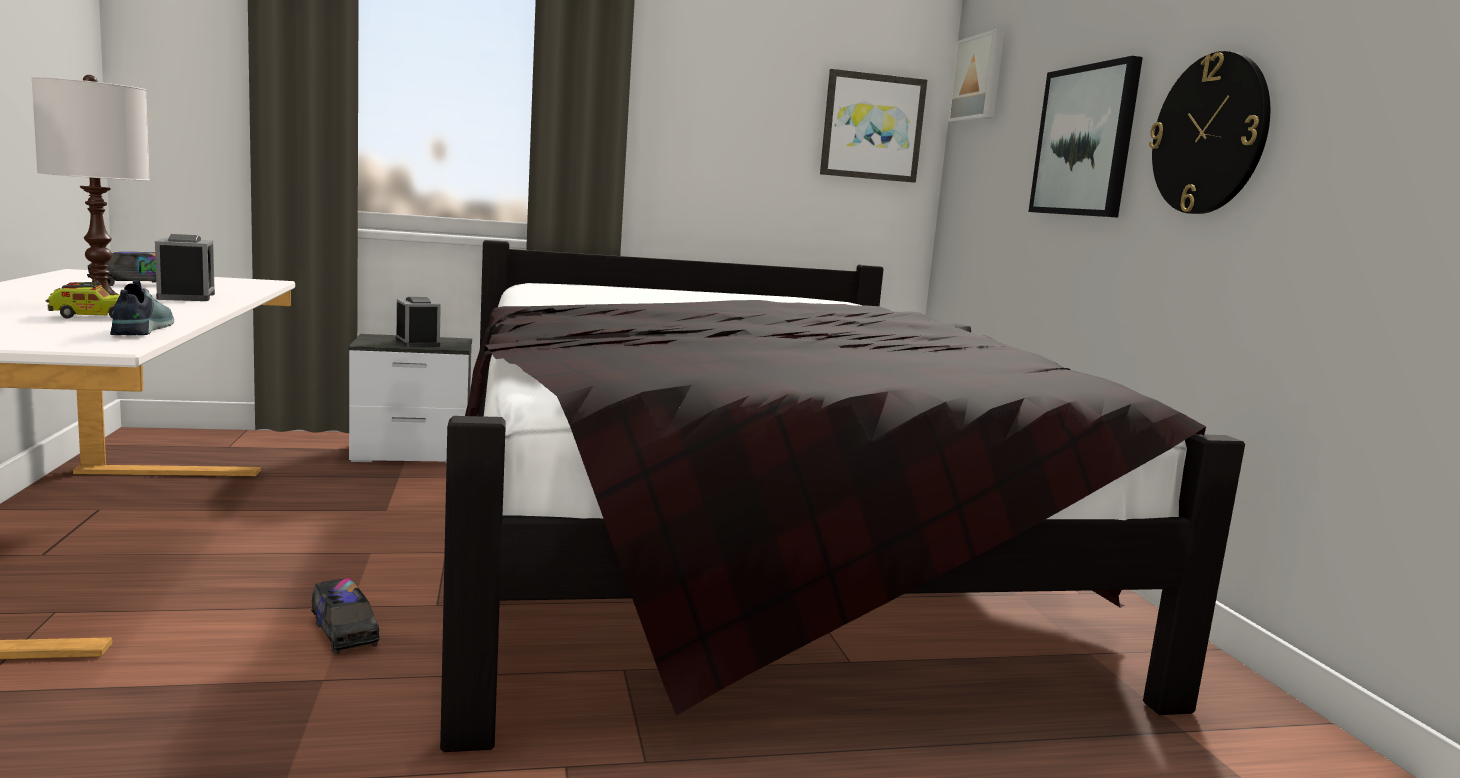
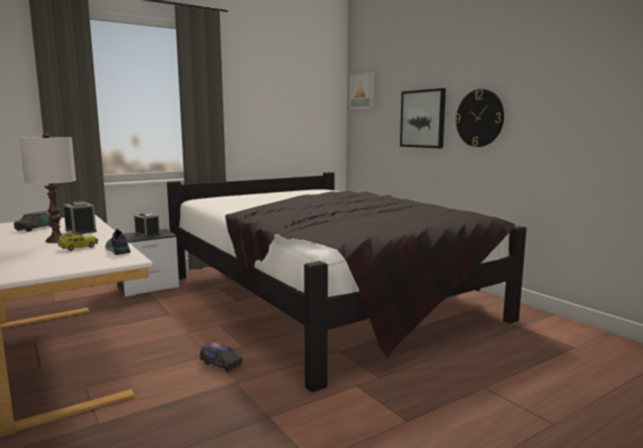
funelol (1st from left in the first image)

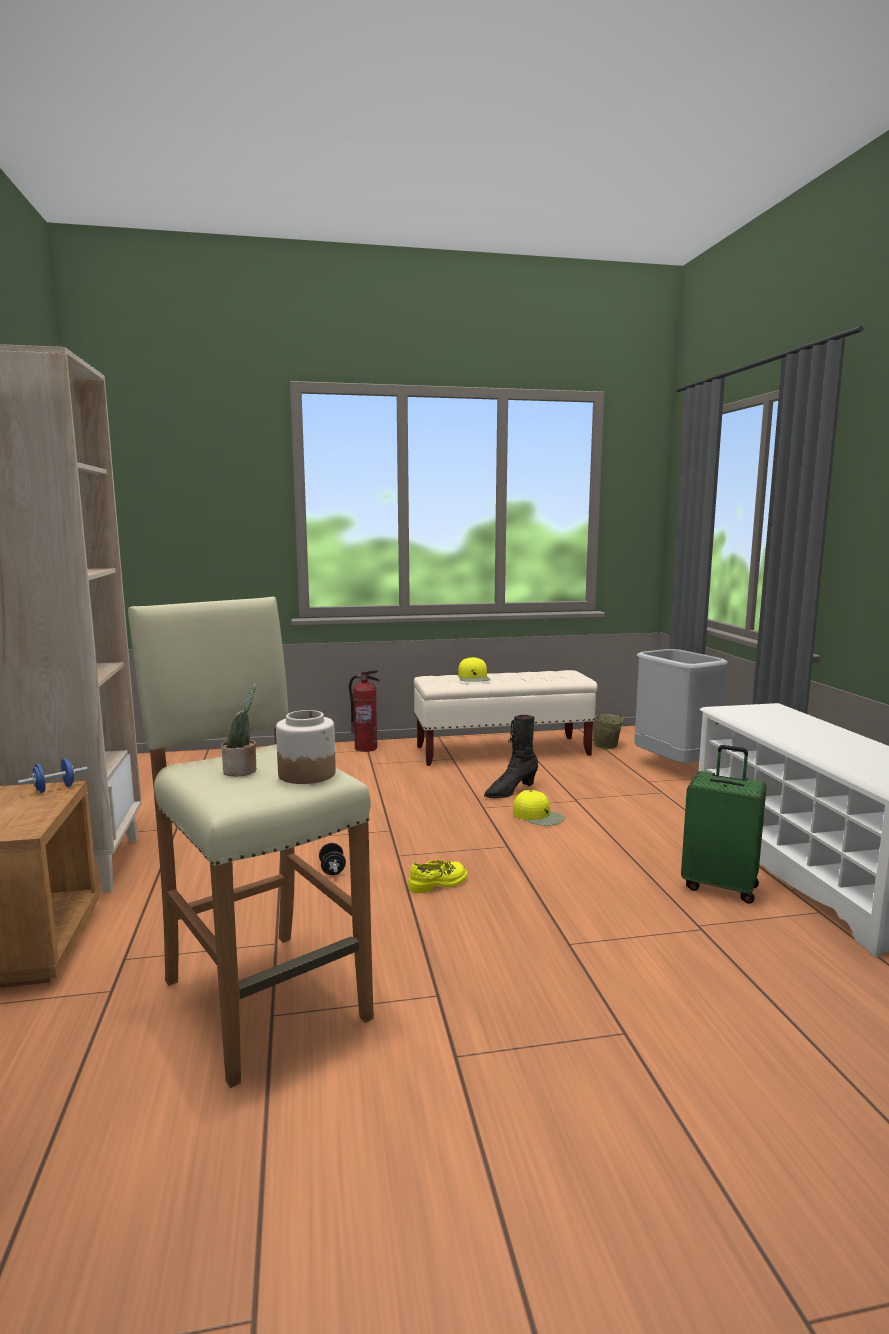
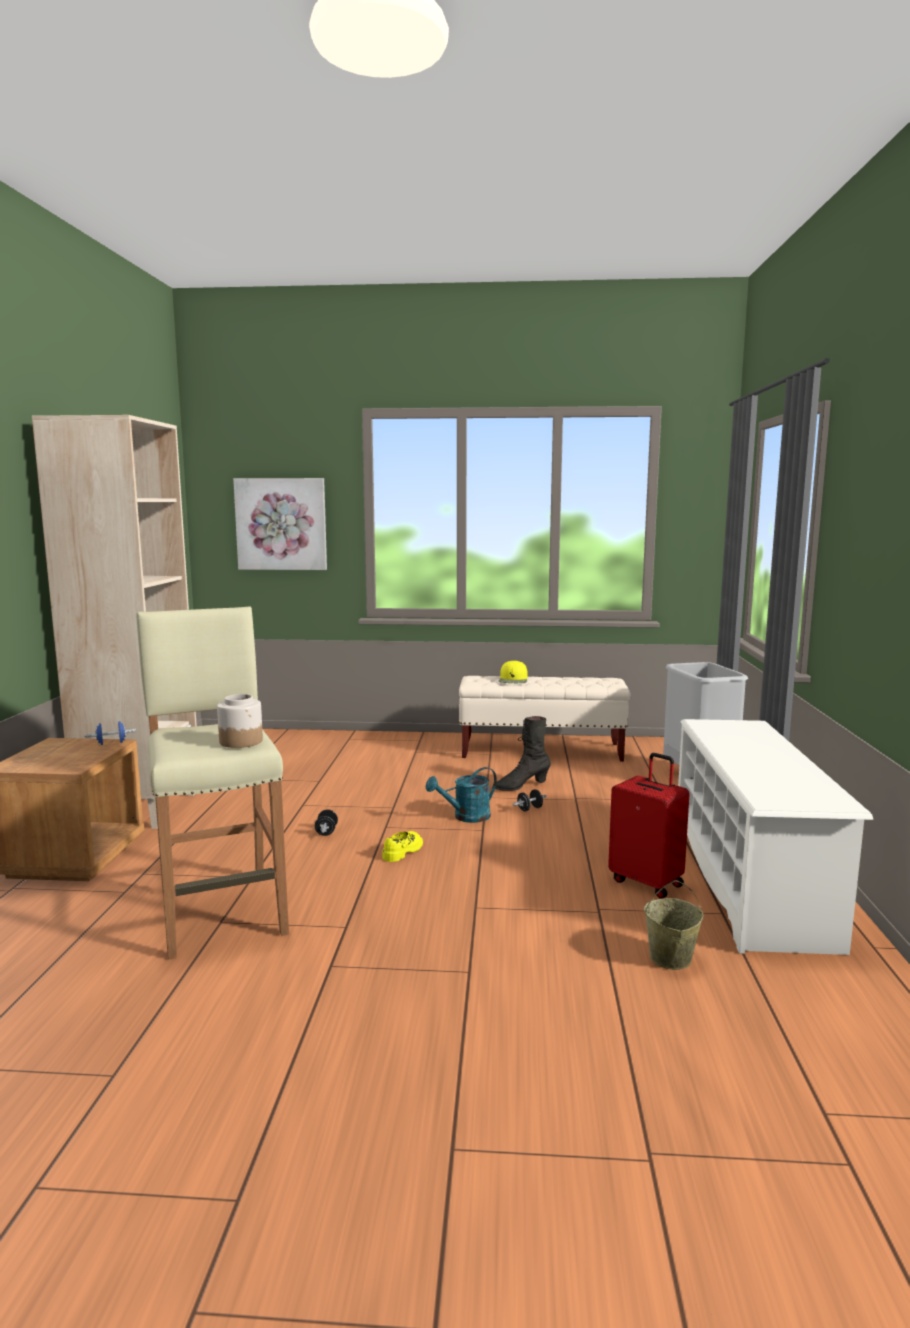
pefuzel
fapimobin
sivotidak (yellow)
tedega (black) (2nd from left)
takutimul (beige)
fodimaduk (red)
funelol
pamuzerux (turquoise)

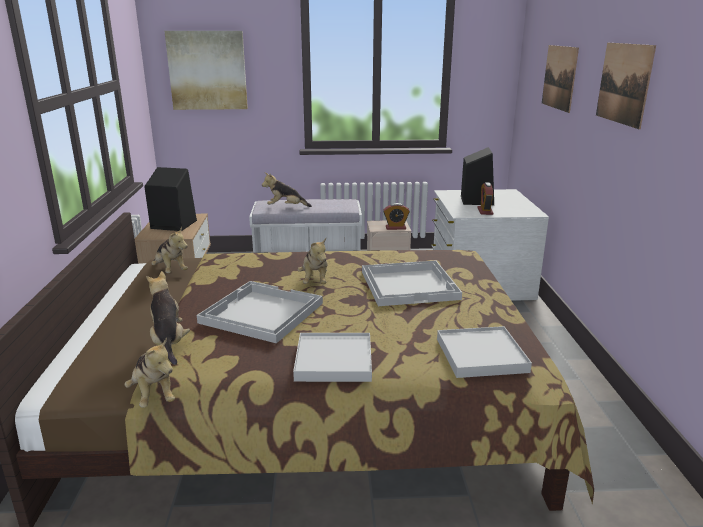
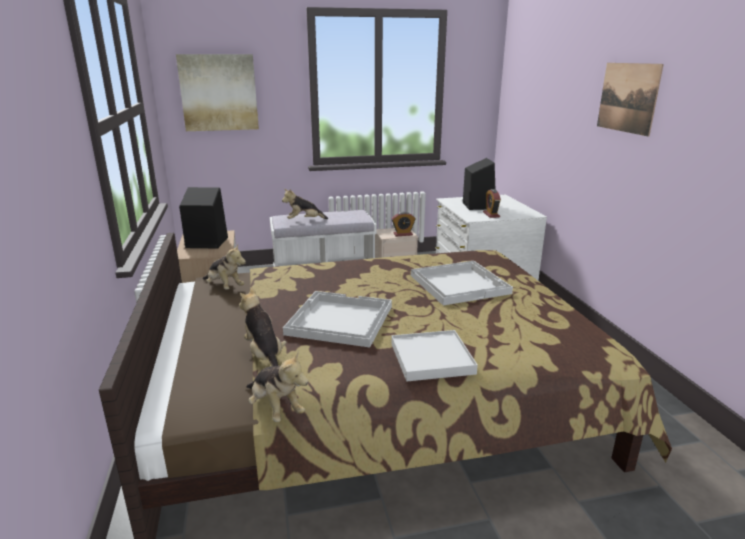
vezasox (5th from left in the first image)
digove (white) (4th from left in the first image)
funelol (2nd from left in the first image)

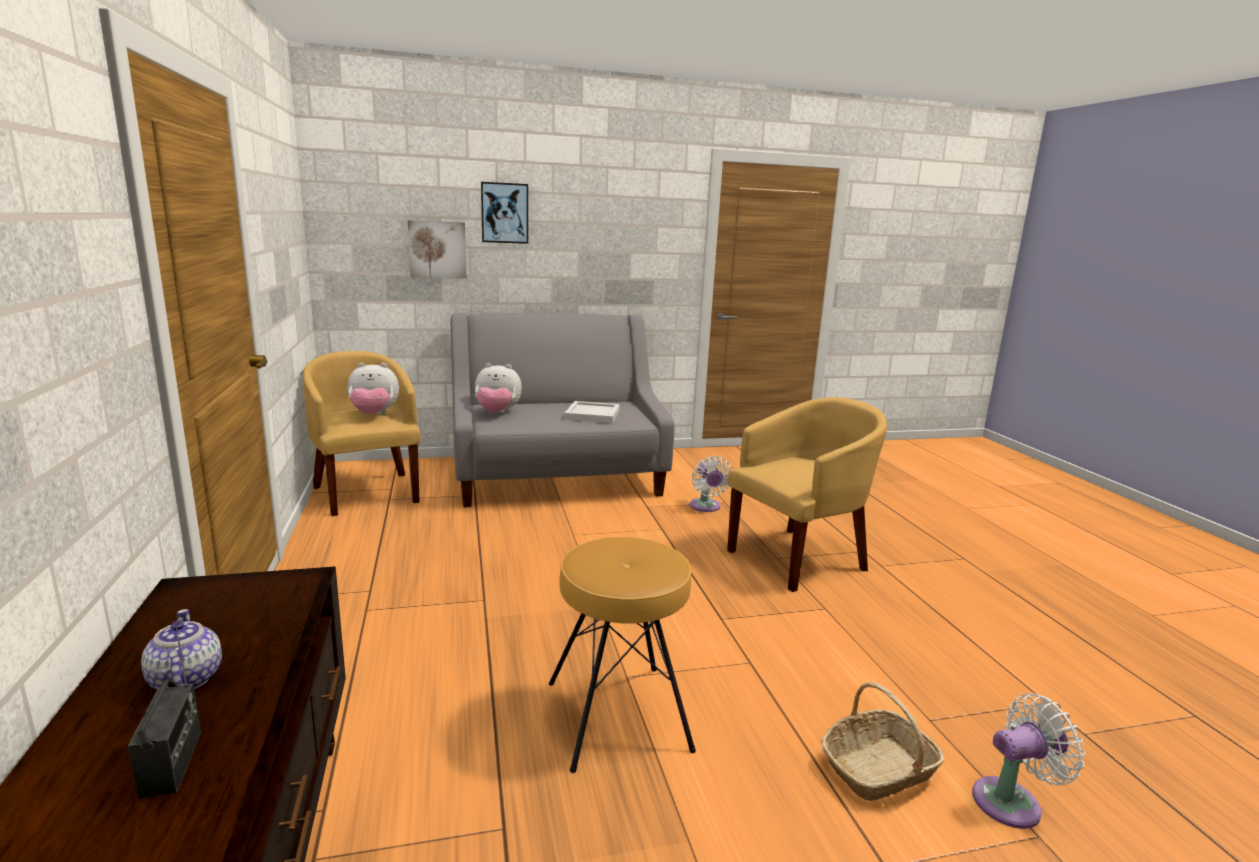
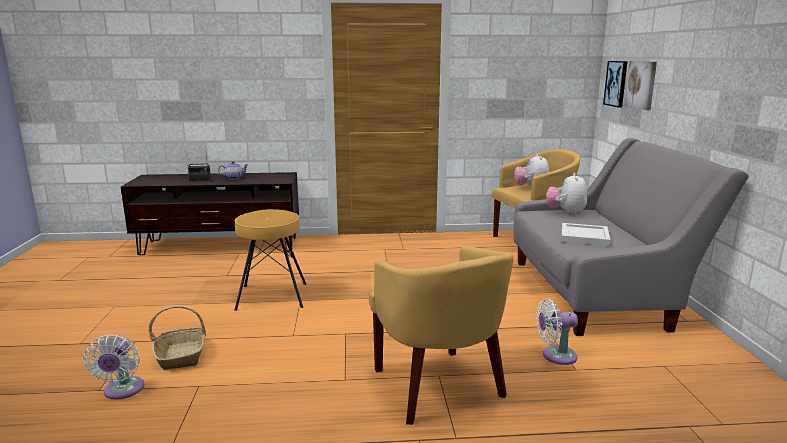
funelol (1st from left)

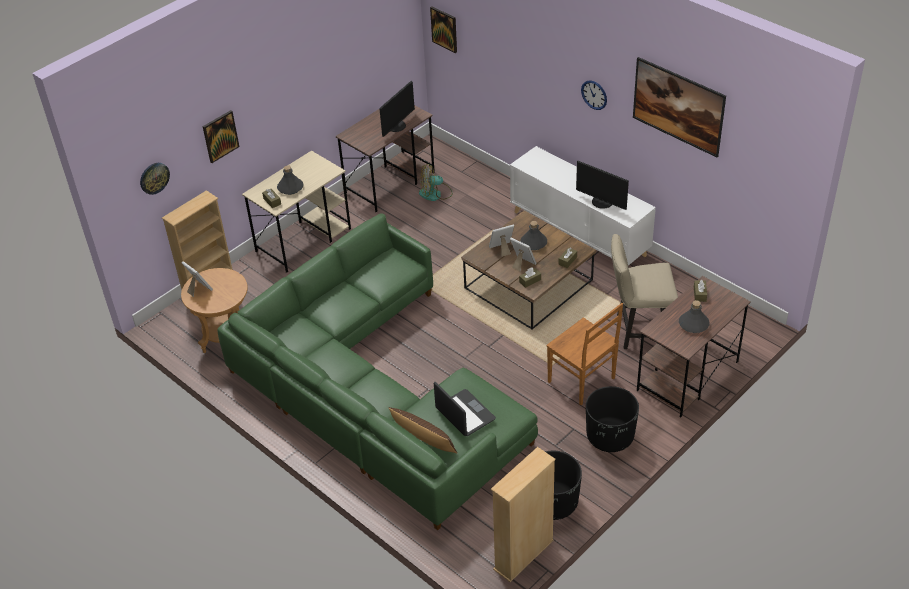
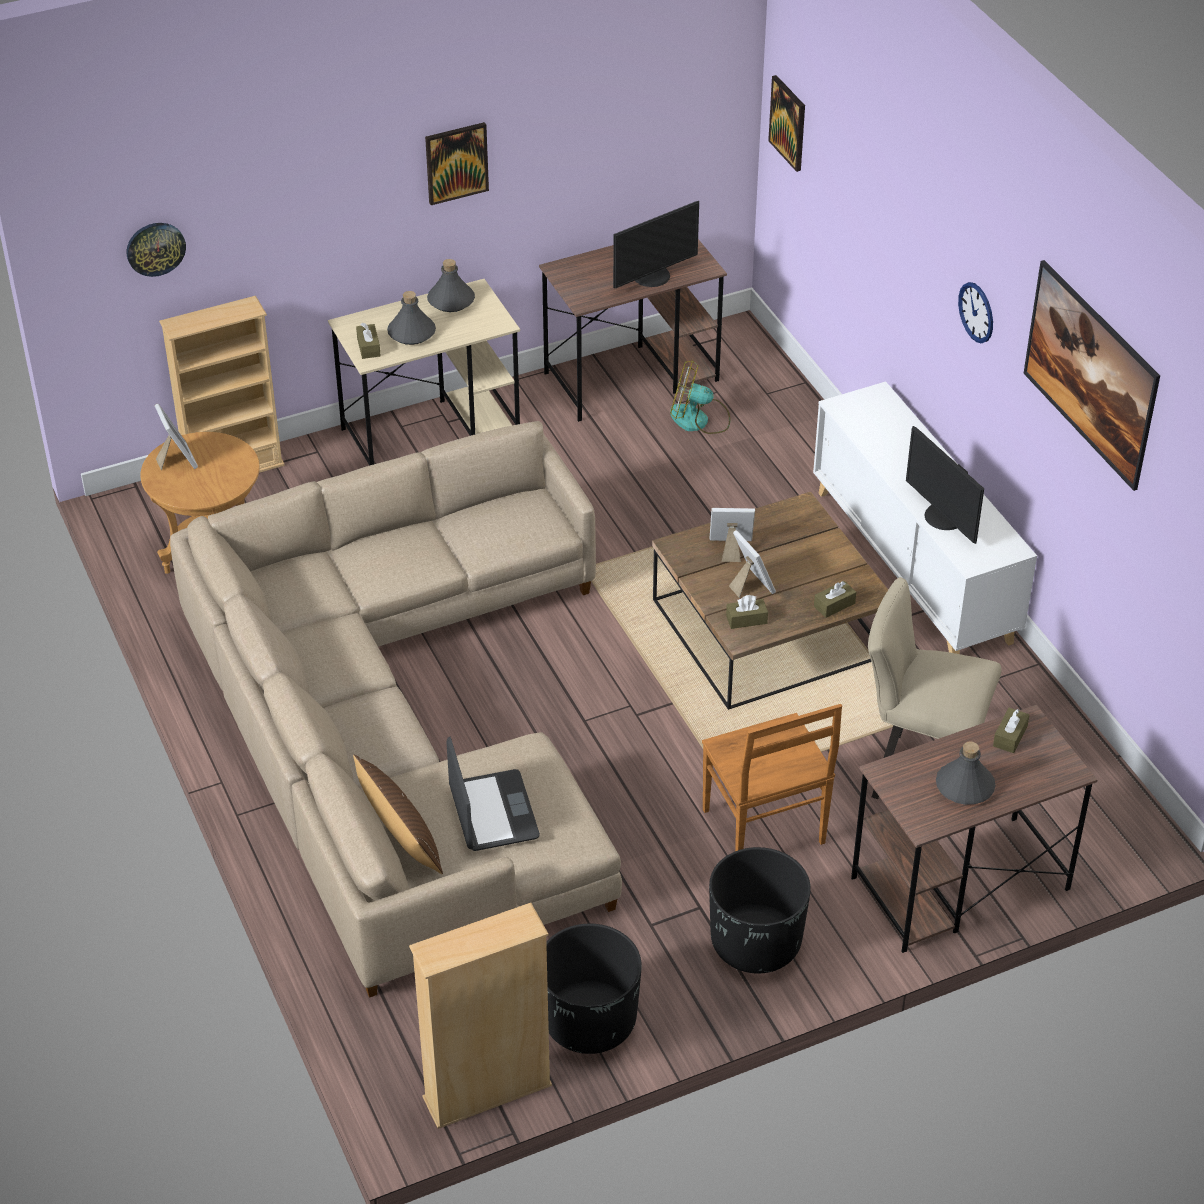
funelol (1st from left)
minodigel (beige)
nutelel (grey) (2nd from left)

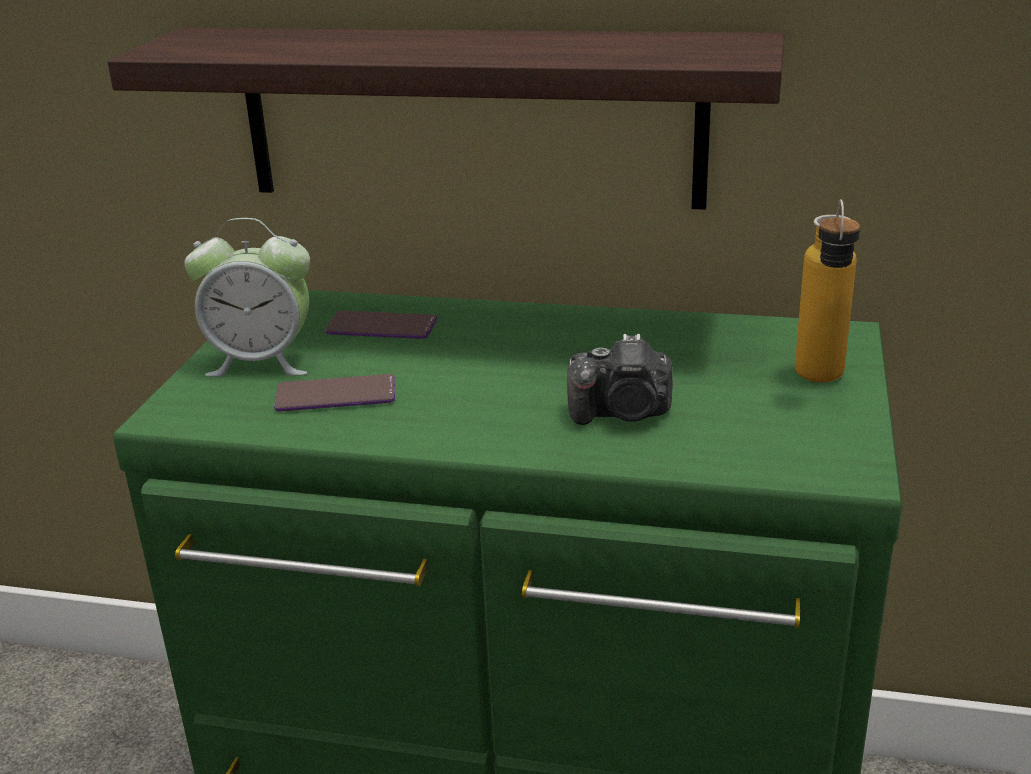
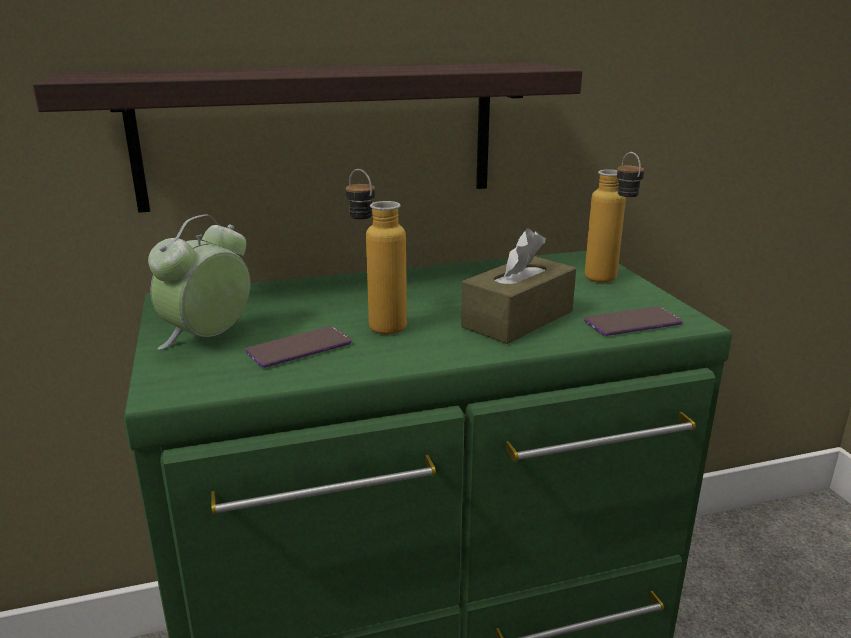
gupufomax
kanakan (2nd from left)
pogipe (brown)
nutelel (1st from left)

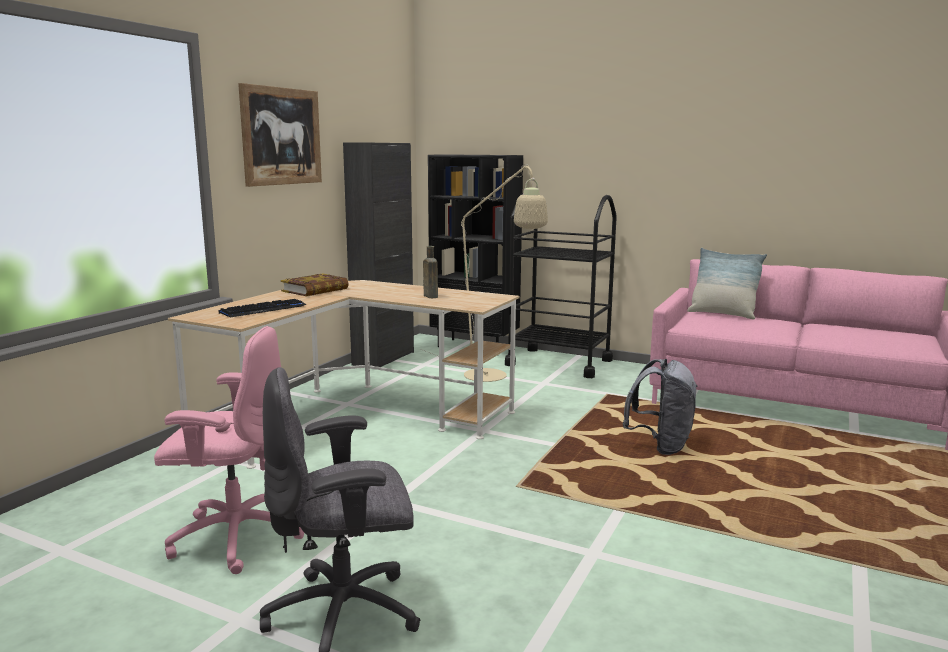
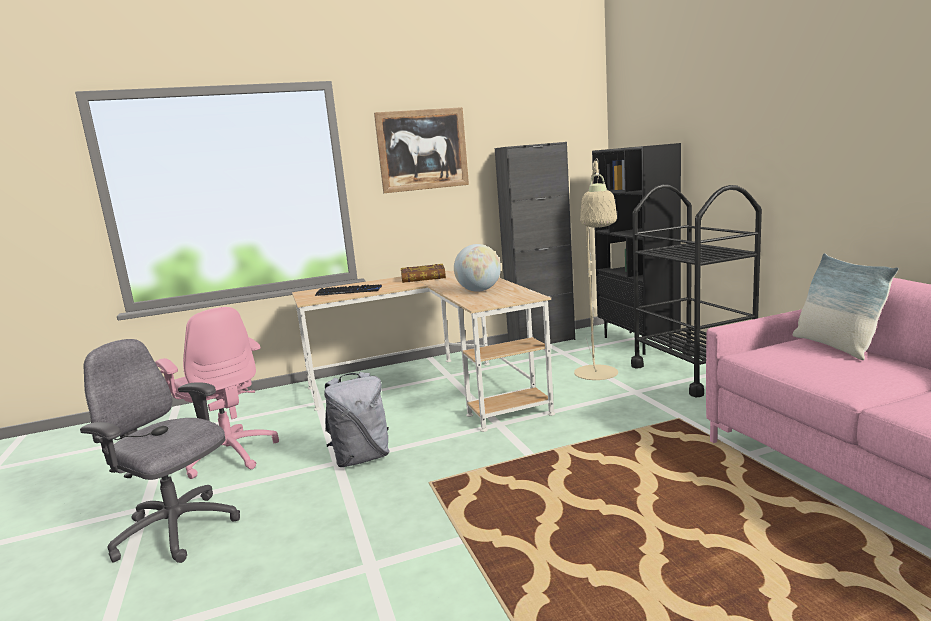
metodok
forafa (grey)

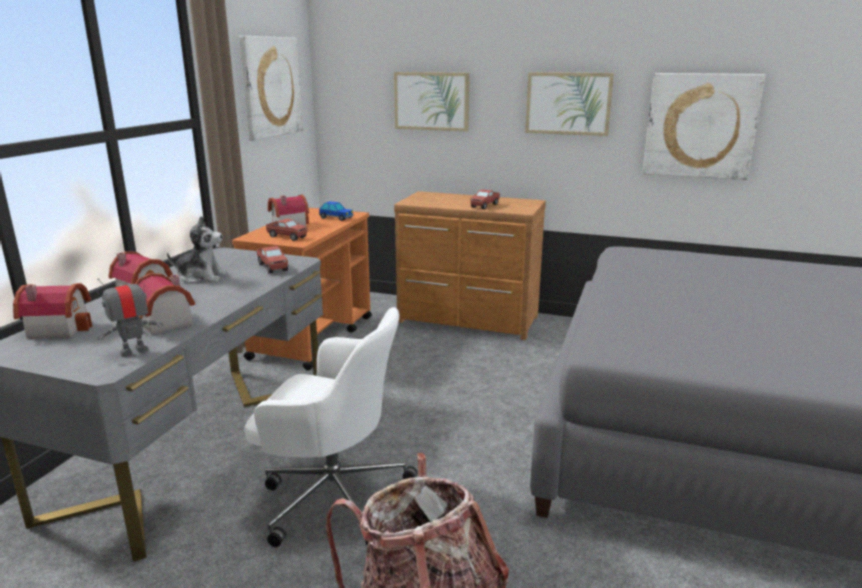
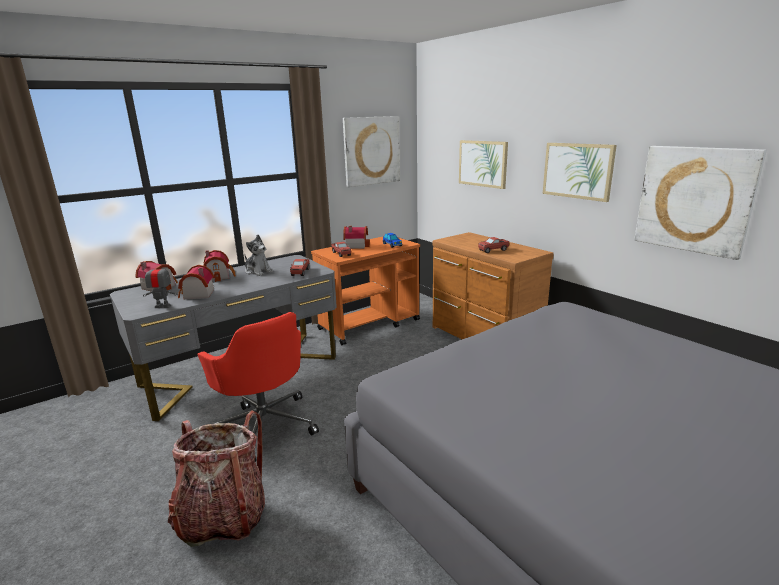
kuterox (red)

